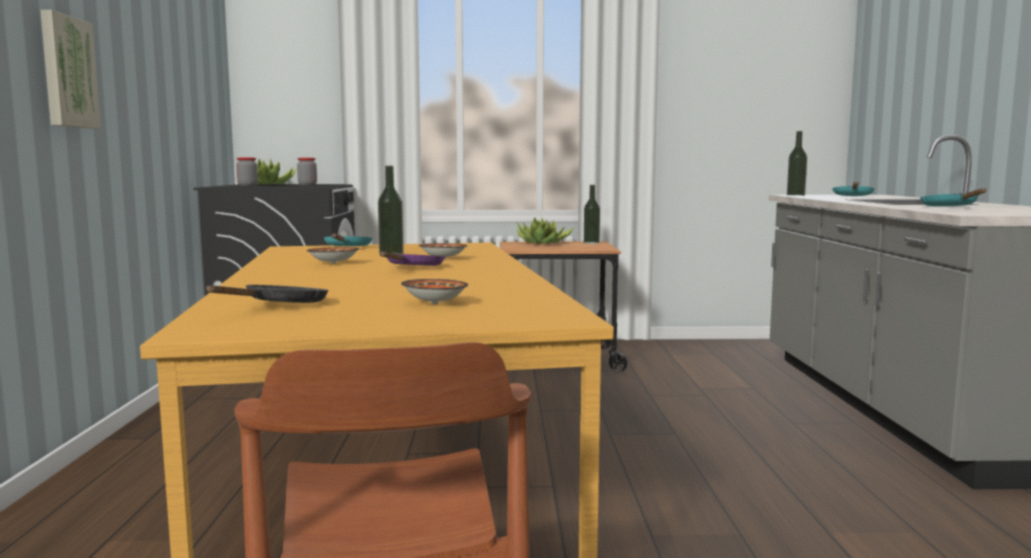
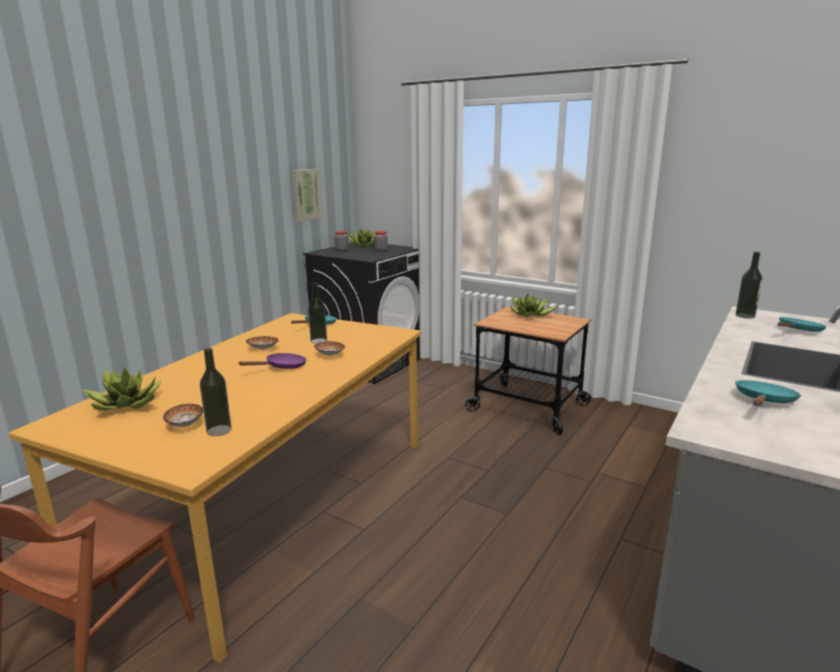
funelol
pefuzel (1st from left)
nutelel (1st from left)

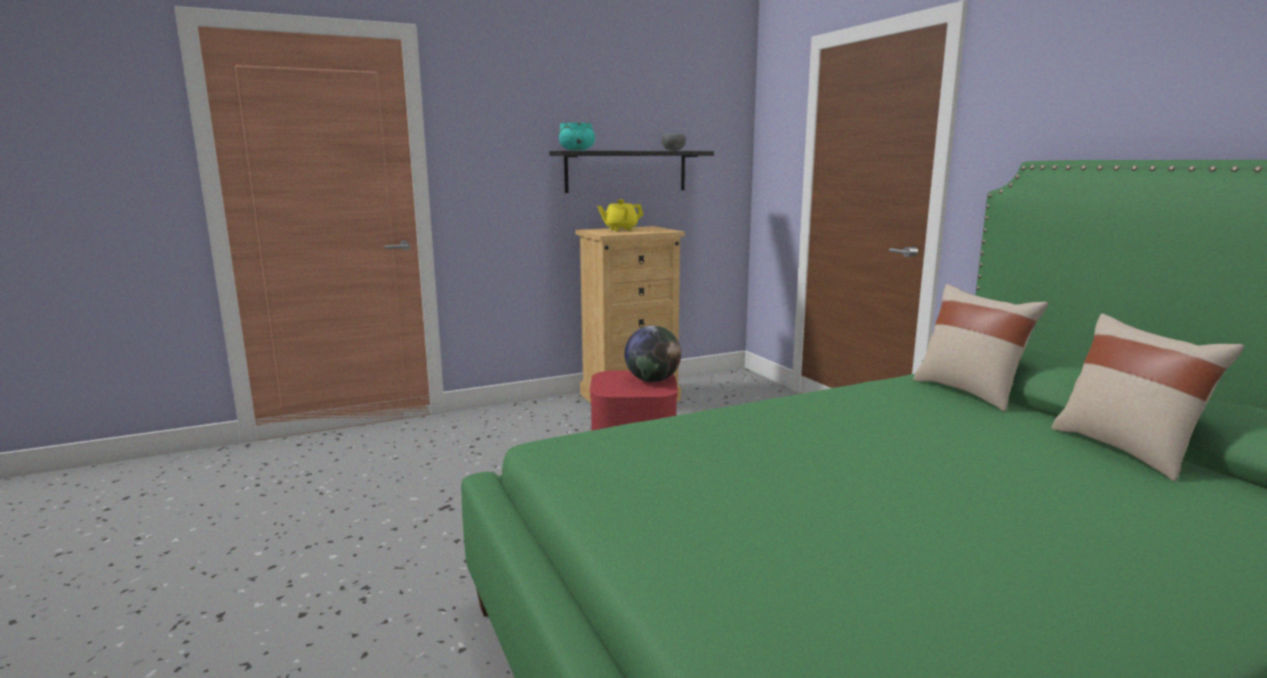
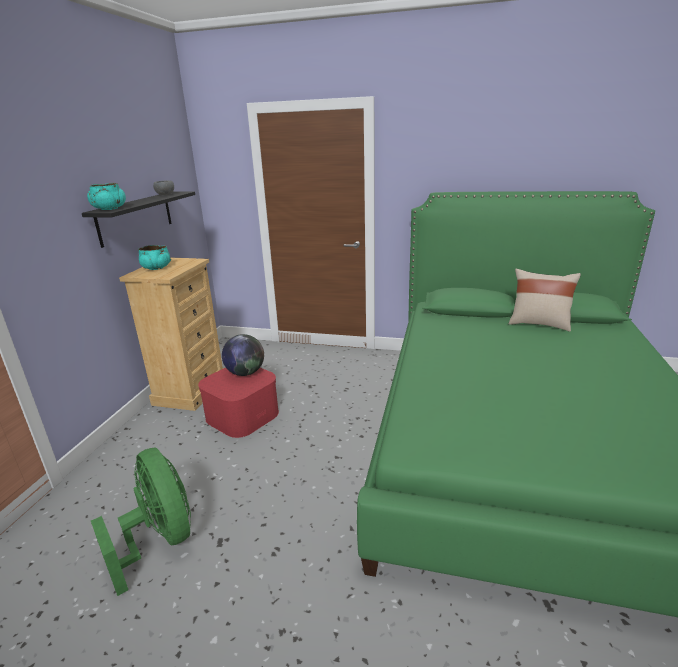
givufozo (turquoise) (2nd from left)
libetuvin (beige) (1st from left in the first image)
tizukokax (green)

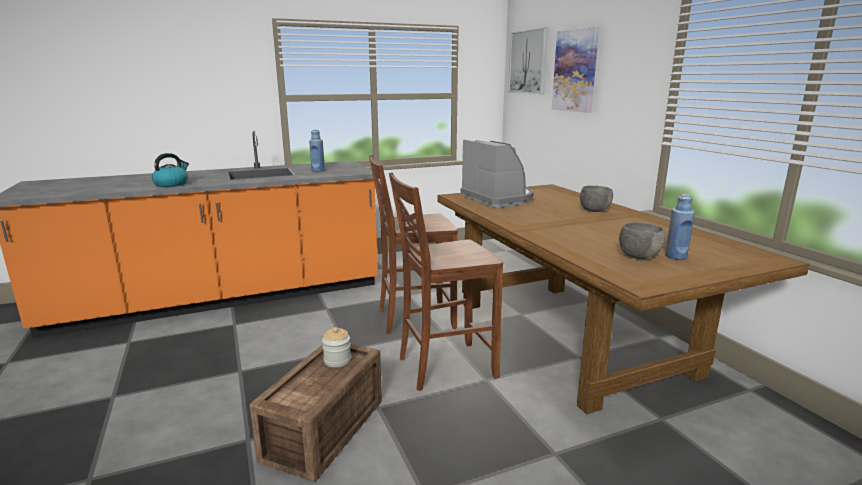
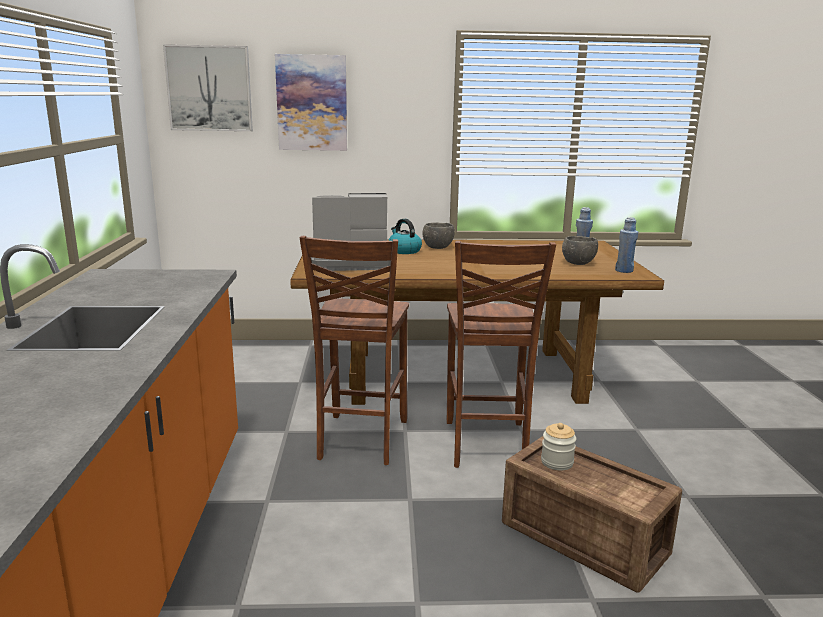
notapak
nutelel (blue) (2nd from left)

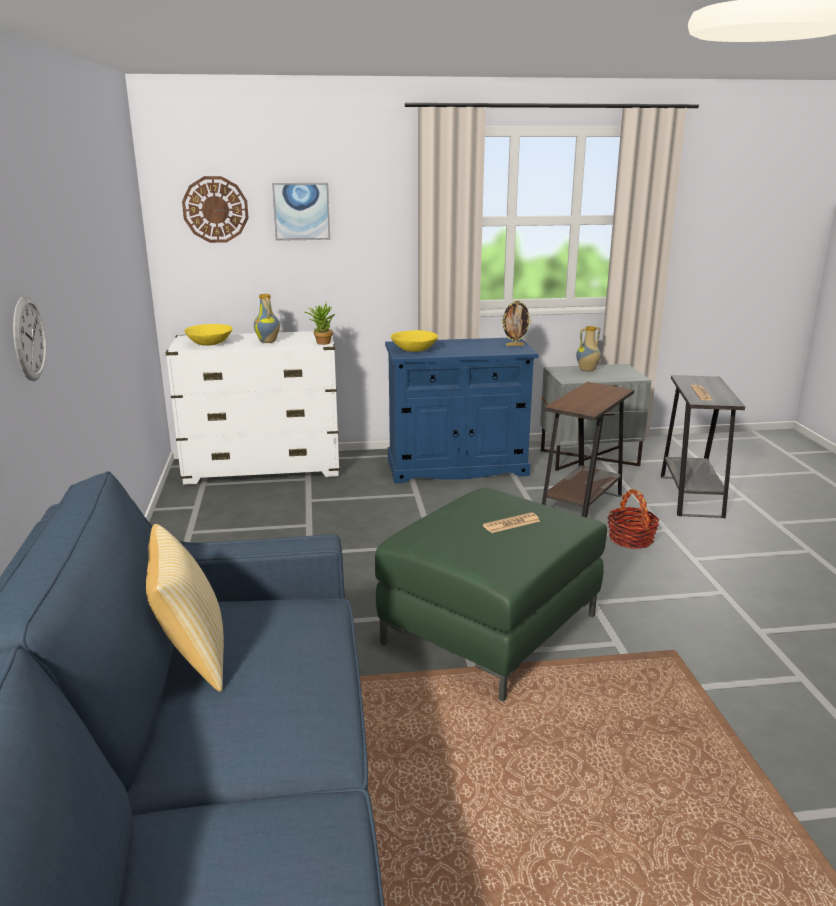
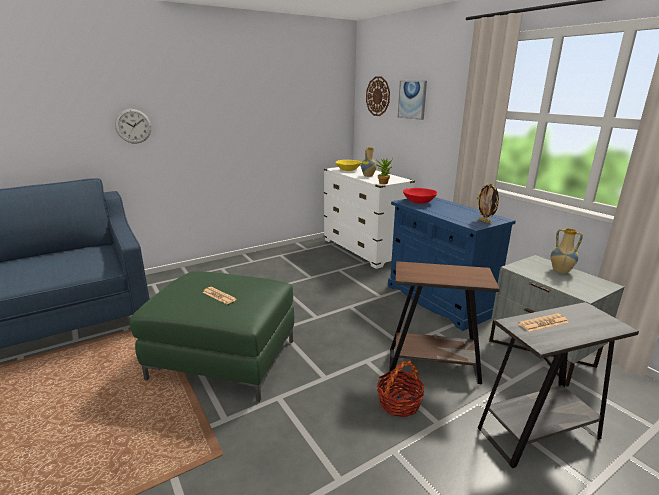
libetuvin
givufozo (red)

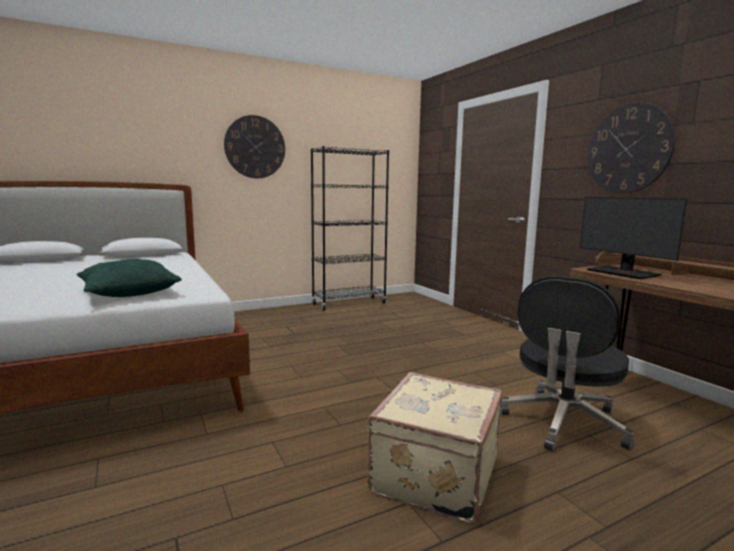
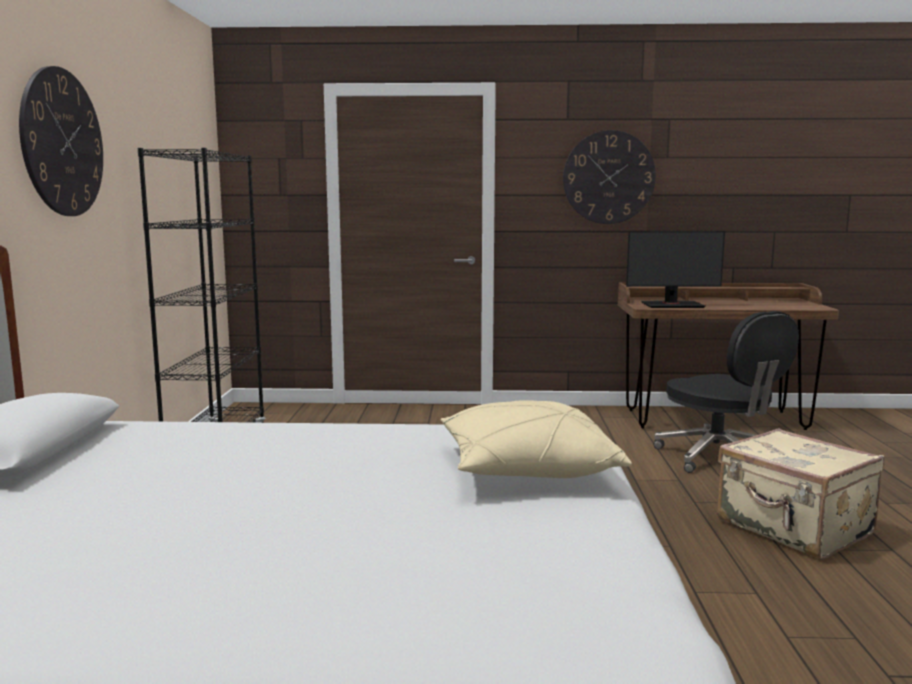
libetuvin (beige)

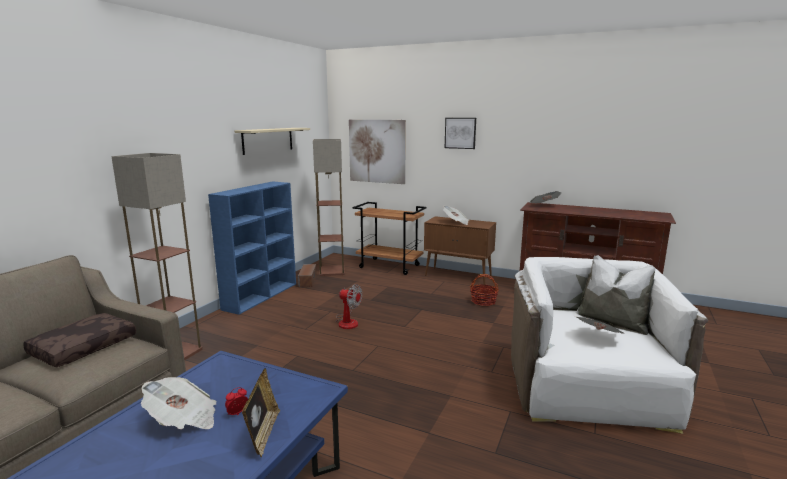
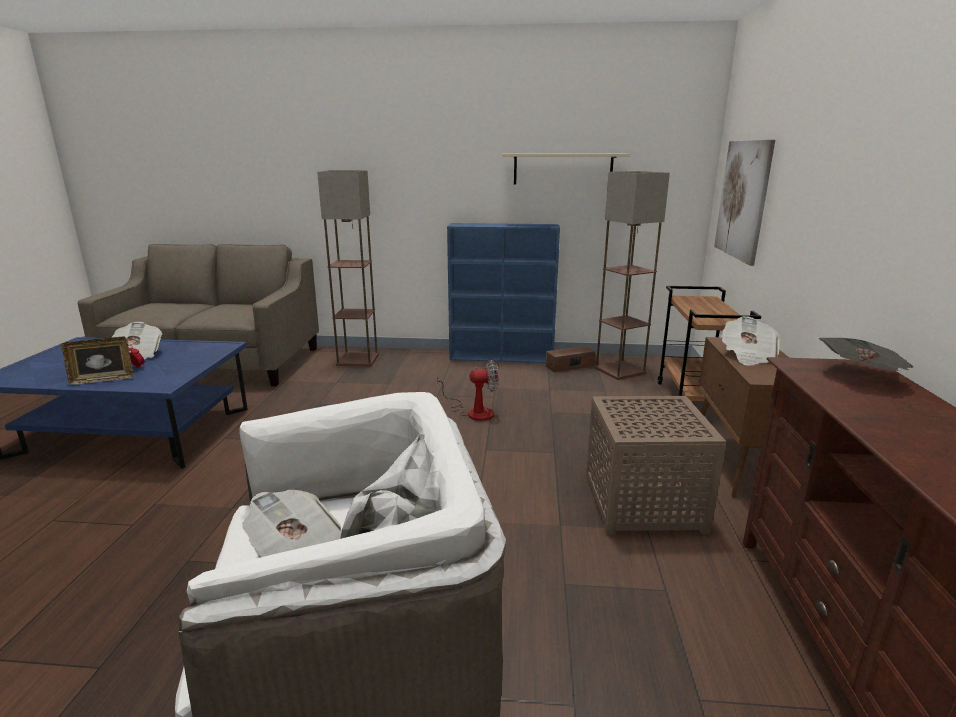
libetuvin (brown)
tizukokax
funelol (2nd from left in the first image)
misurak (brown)

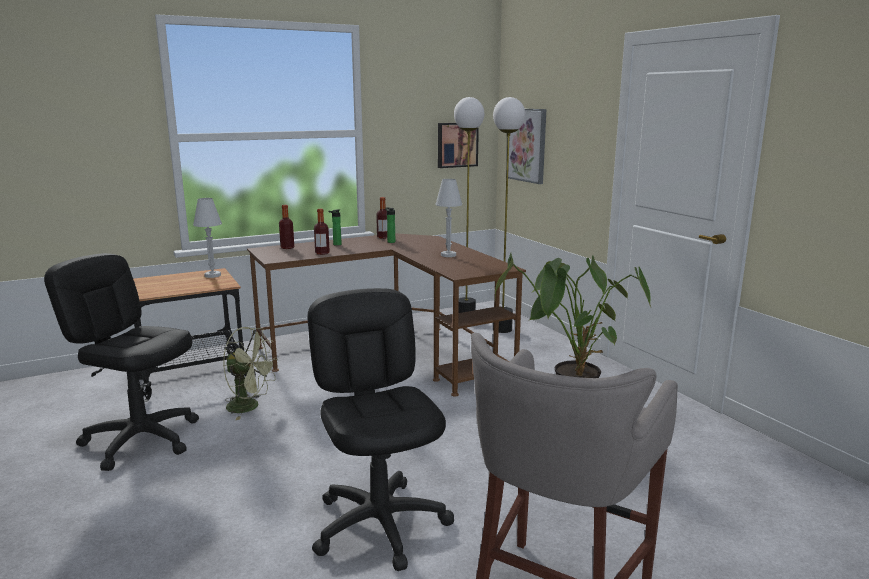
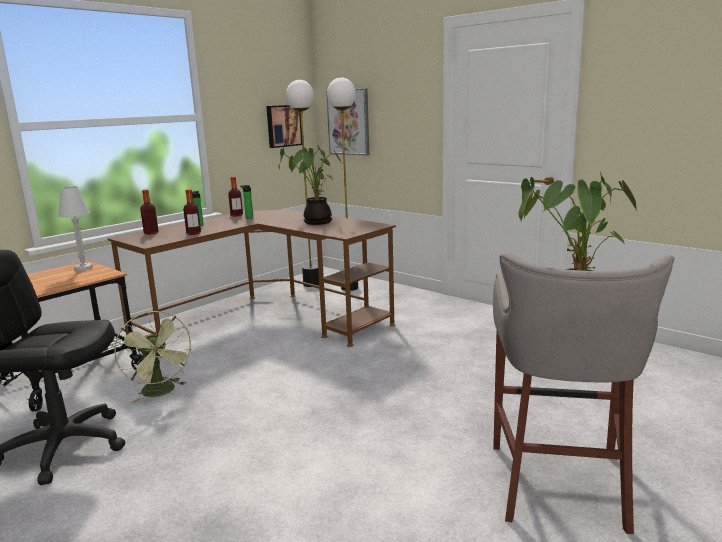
tizukokax (green)
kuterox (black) (2nd from left in the first image)
pefuzel (1st from left)

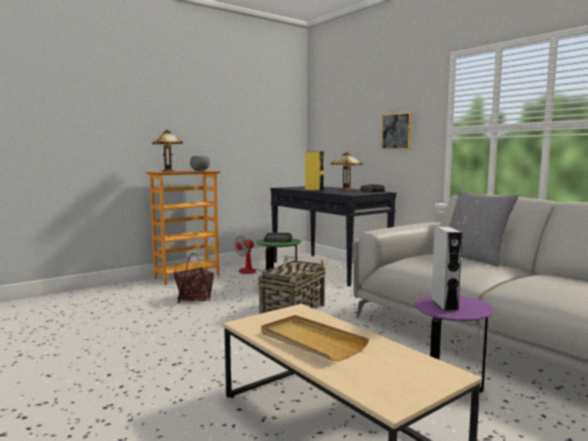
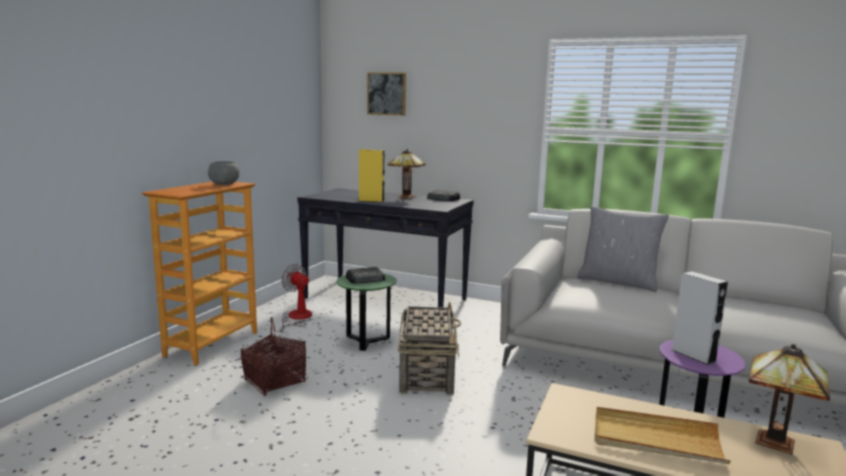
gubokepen (2nd from left)
tizukokax
funelol

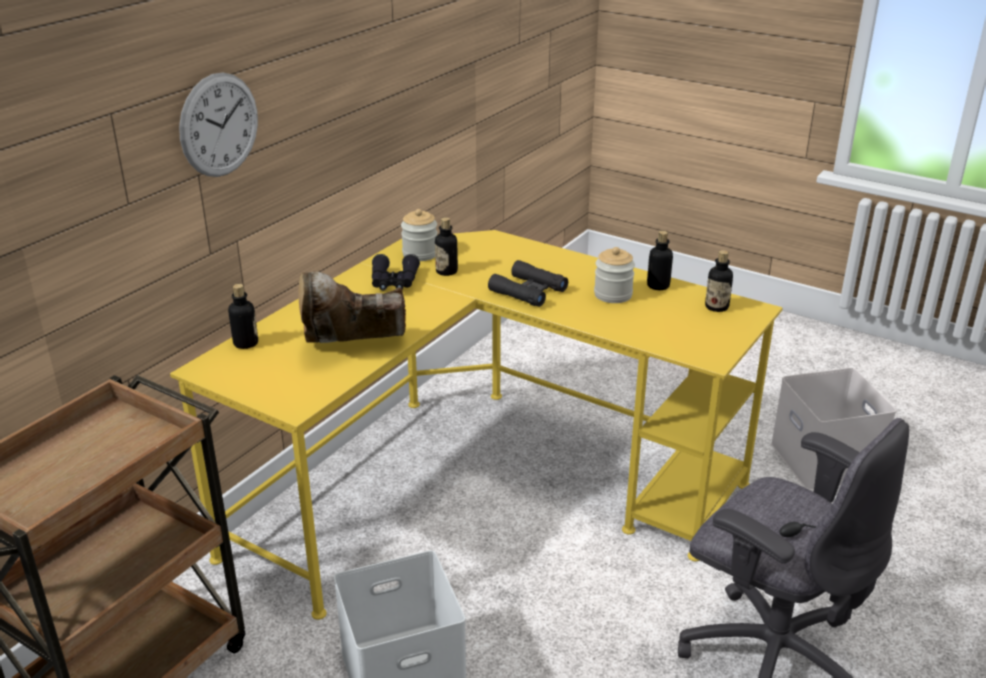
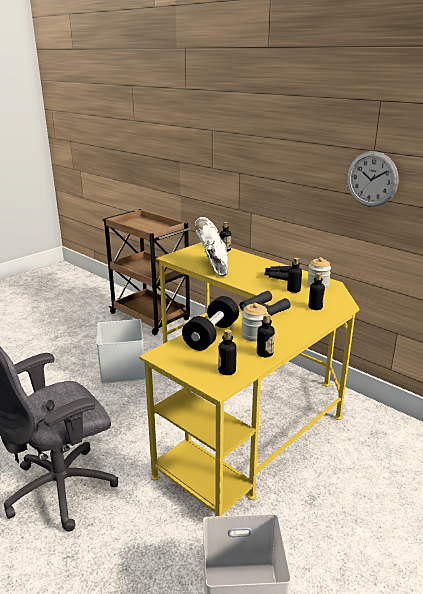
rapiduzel
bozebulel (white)
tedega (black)
nutelel (5th from left)

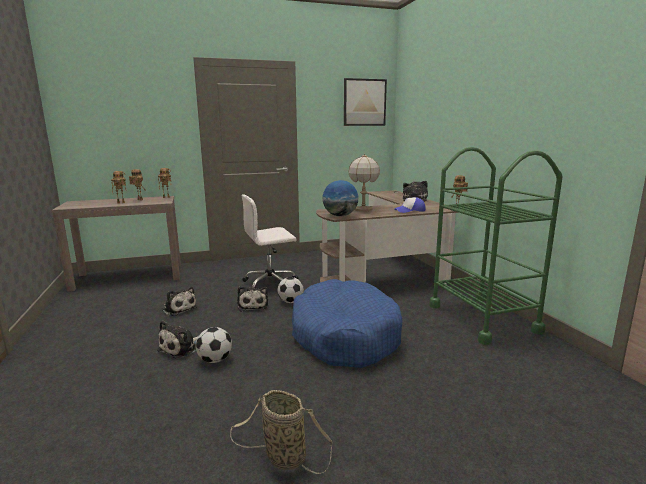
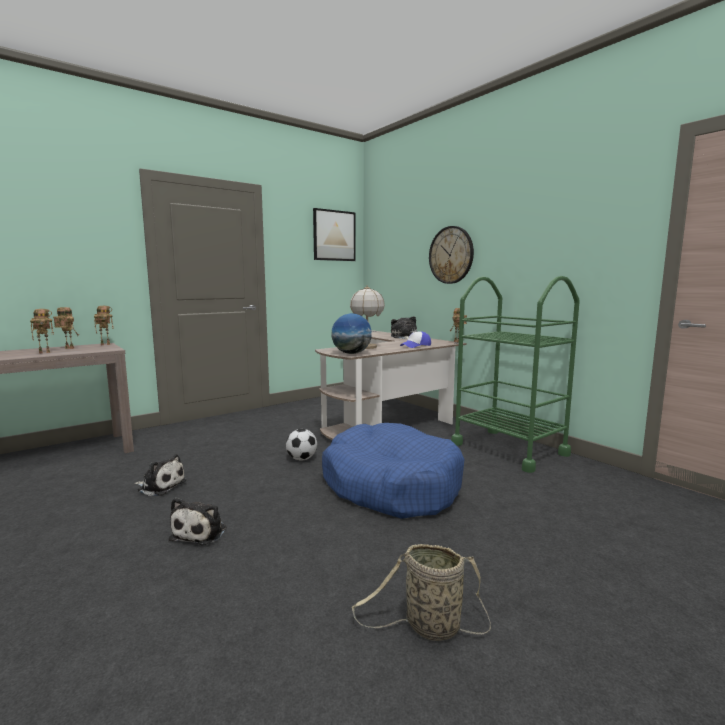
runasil (1st from left in the first image)
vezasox (3rd from left in the first image)
kuterox (white)
rapiduzel

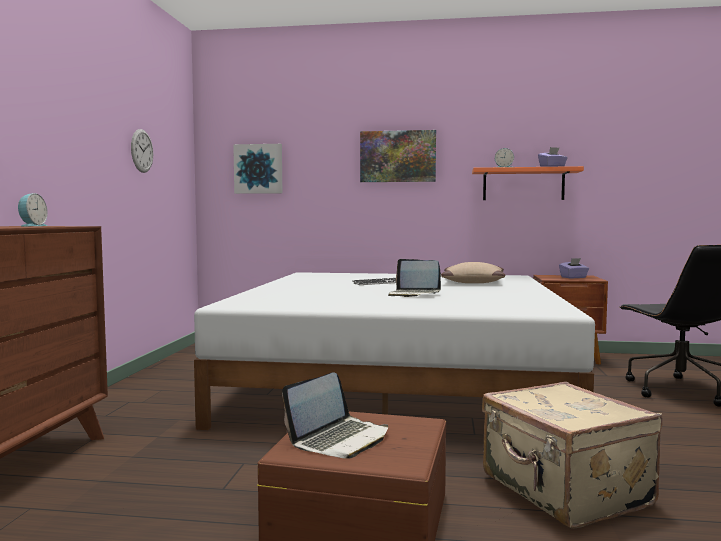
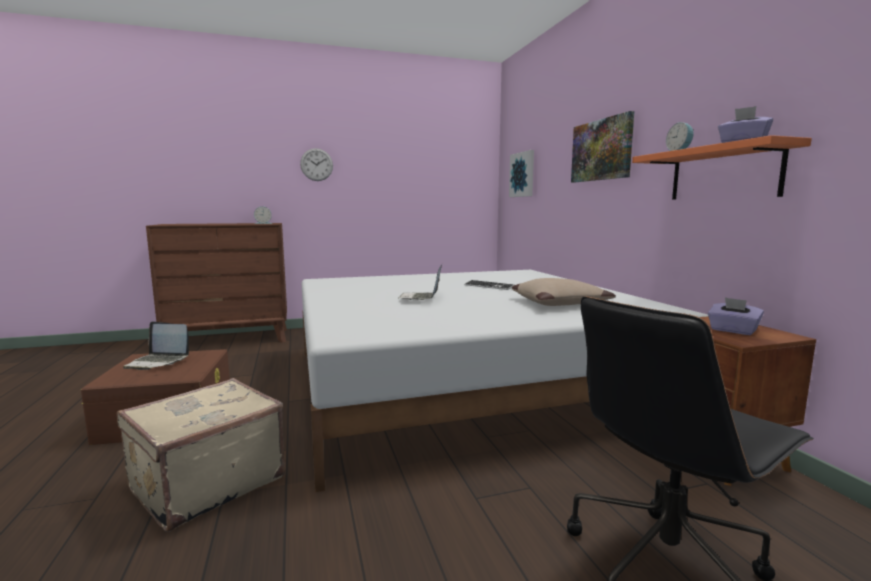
rapiduzel

